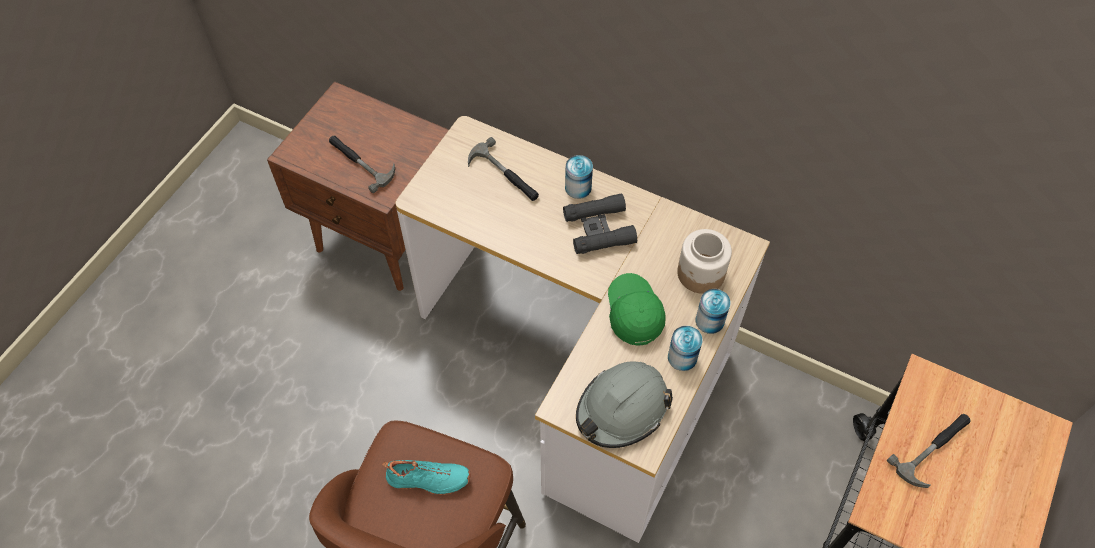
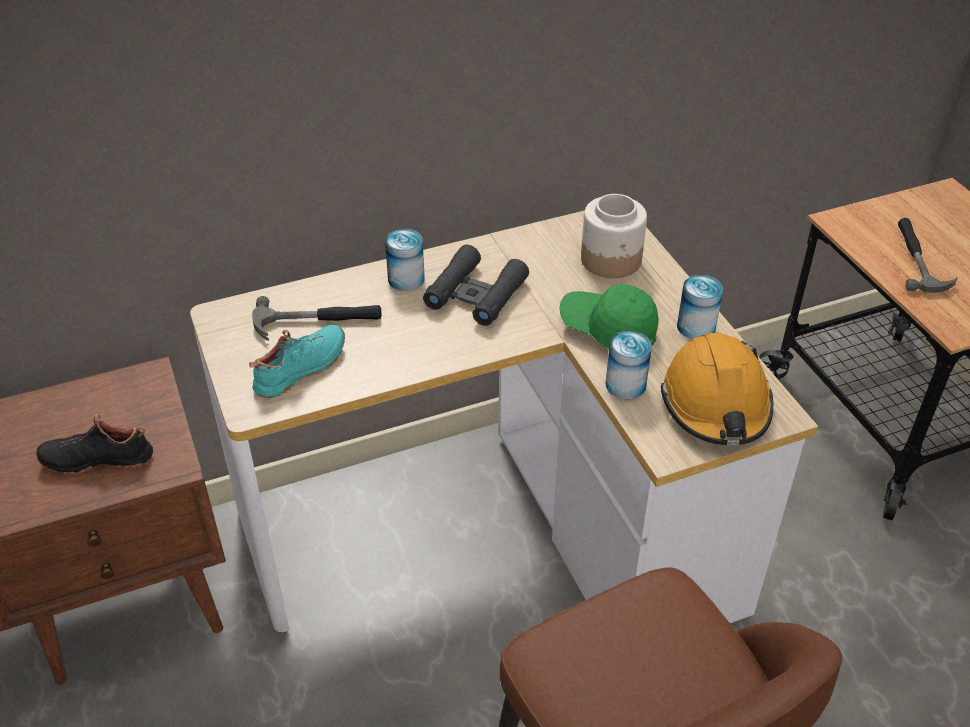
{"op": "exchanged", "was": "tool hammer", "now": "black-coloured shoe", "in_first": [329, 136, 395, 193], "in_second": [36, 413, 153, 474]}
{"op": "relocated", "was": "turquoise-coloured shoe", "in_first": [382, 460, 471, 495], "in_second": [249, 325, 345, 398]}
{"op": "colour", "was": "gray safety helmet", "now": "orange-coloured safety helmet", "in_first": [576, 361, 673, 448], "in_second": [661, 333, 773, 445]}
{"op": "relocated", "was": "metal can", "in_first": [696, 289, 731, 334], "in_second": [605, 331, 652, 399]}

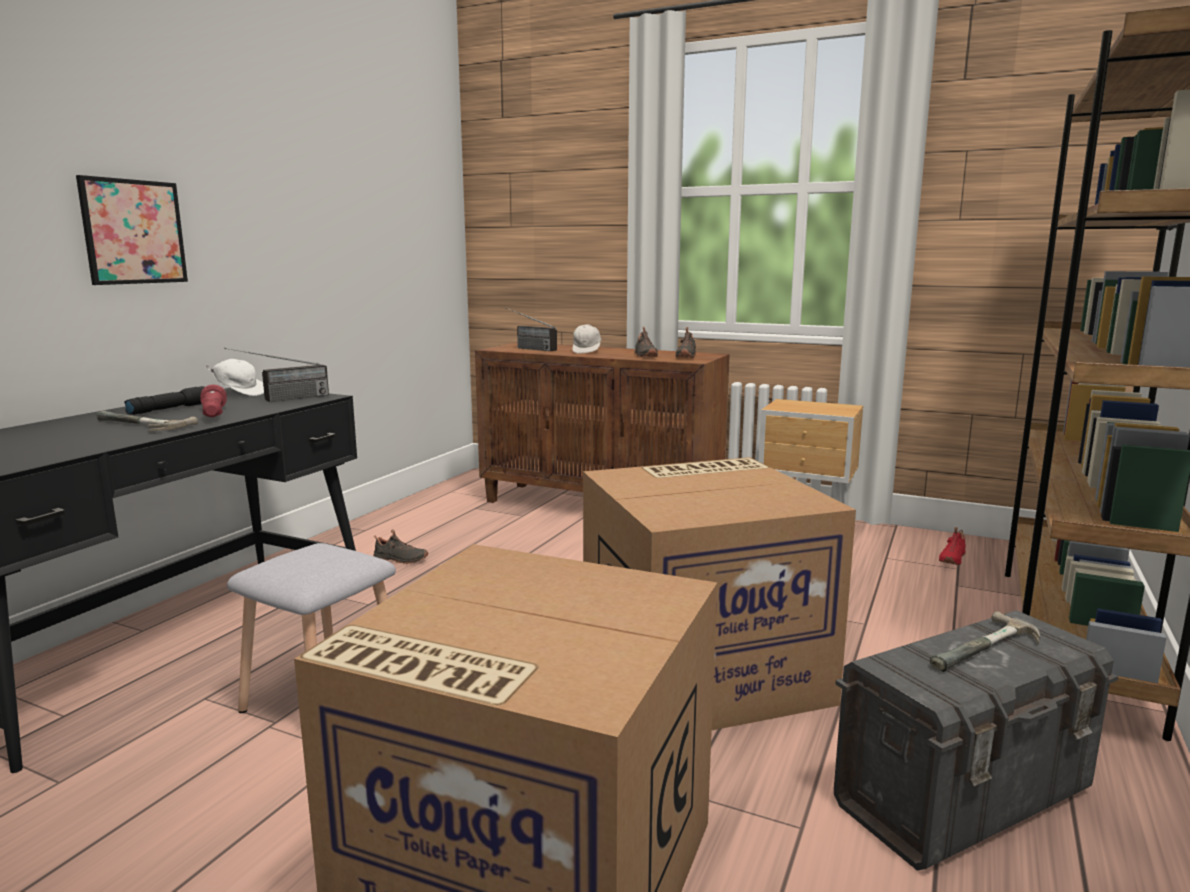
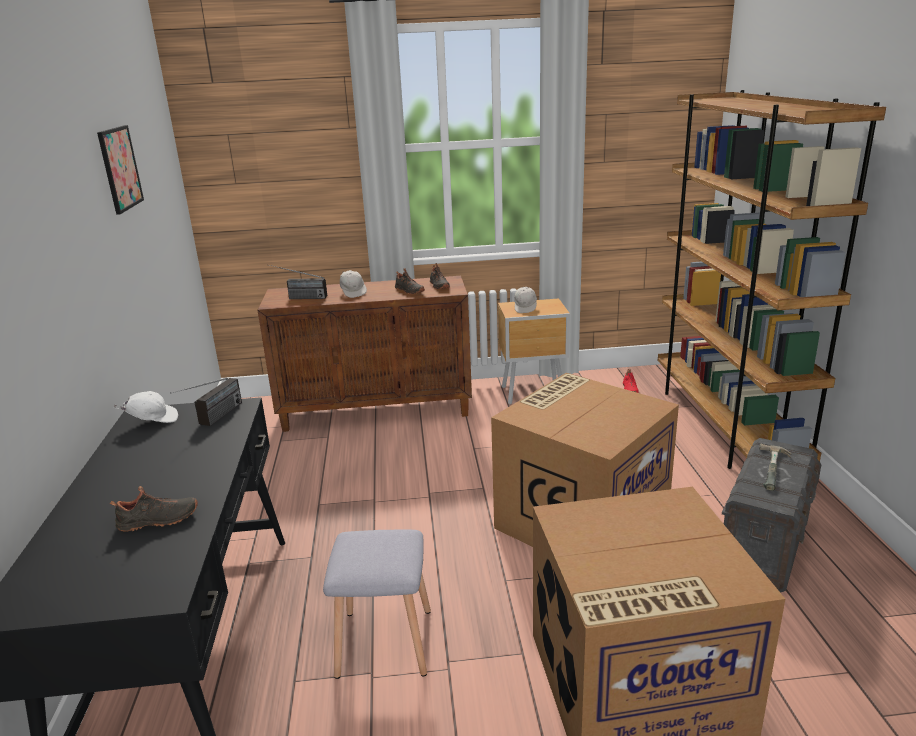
{"op": "relocated", "was": "wall picture", "in_first": [76, 175, 188, 285], "in_second": [97, 125, 144, 215]}
{"op": "missing", "was": "tool hammer", "in_first": [97, 410, 198, 431]}
{"op": "missing", "was": "black-coloured flashlight", "in_first": [124, 386, 205, 415]}
{"op": "missing", "was": "red flashlight", "in_first": [200, 384, 227, 417]}
{"op": "relocated", "was": "black-coloured shoe", "in_first": [373, 529, 428, 564], "in_second": [110, 486, 198, 532]}
{"op": "appeared", "now": "white cap", "in_second": [514, 286, 537, 313]}

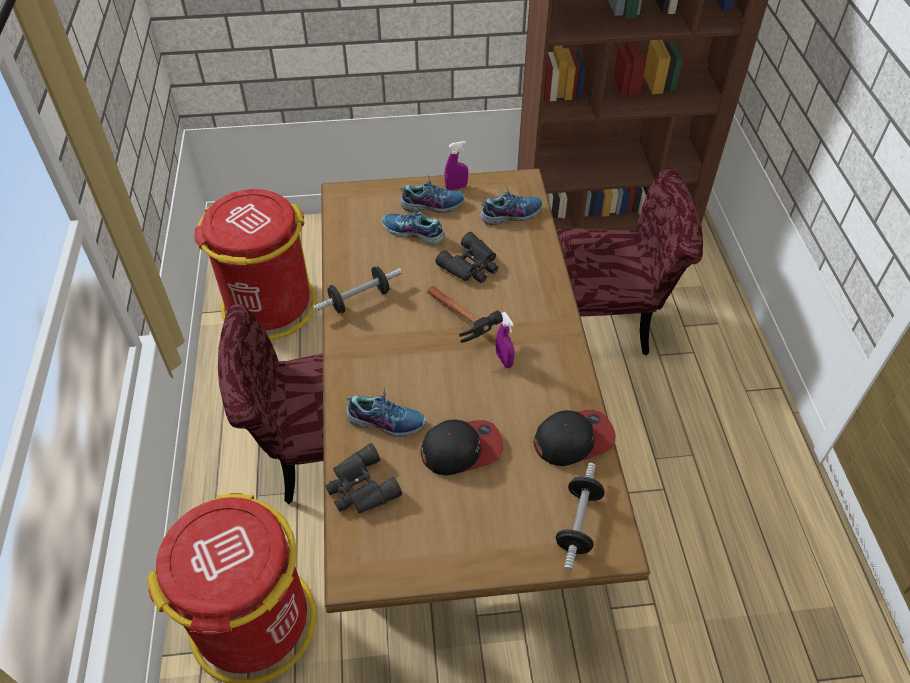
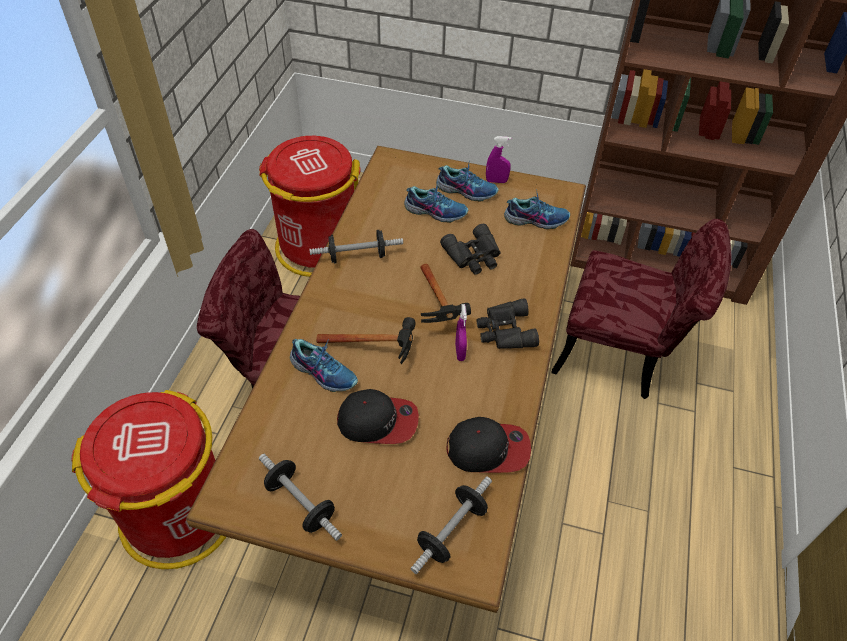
{"op": "relocated", "was": "black-coloured binoculars", "in_first": [325, 443, 402, 513], "in_second": [477, 298, 539, 349]}
{"op": "spun", "was": "shoe", "in_first": [382, 211, 445, 245], "in_second": [404, 181, 468, 223], "clockwise": 150}
{"op": "appeared", "now": "hand weight", "in_second": [259, 454, 342, 541]}
{"op": "appeared", "now": "tool hammer", "in_second": [316, 317, 416, 364]}

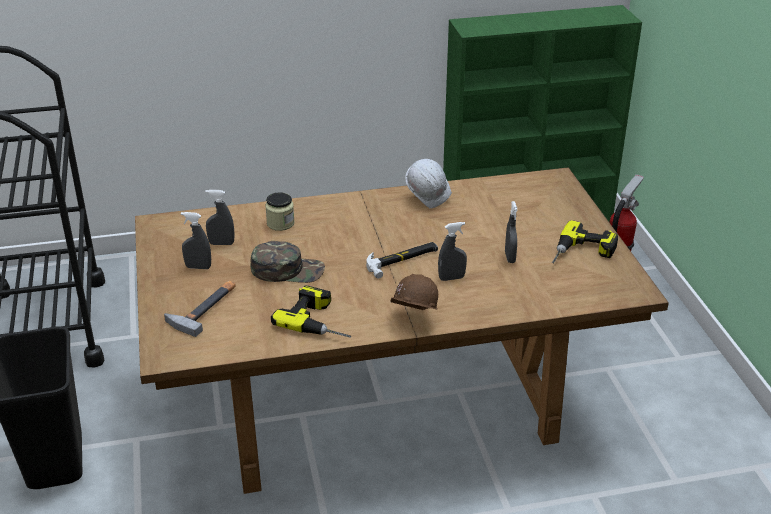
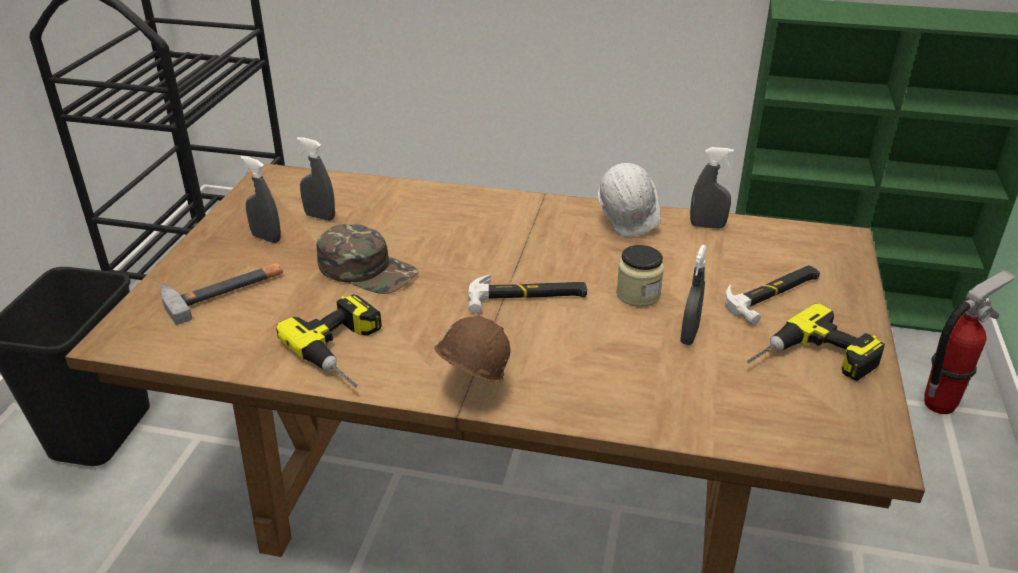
{"op": "relocated", "was": "storage jar", "in_first": [265, 192, 295, 231], "in_second": [616, 245, 664, 307]}
{"op": "relocated", "was": "gray hand sprayer", "in_first": [438, 222, 467, 281], "in_second": [690, 147, 734, 229]}
{"op": "appeared", "now": "tool hammer", "in_second": [725, 265, 820, 325]}

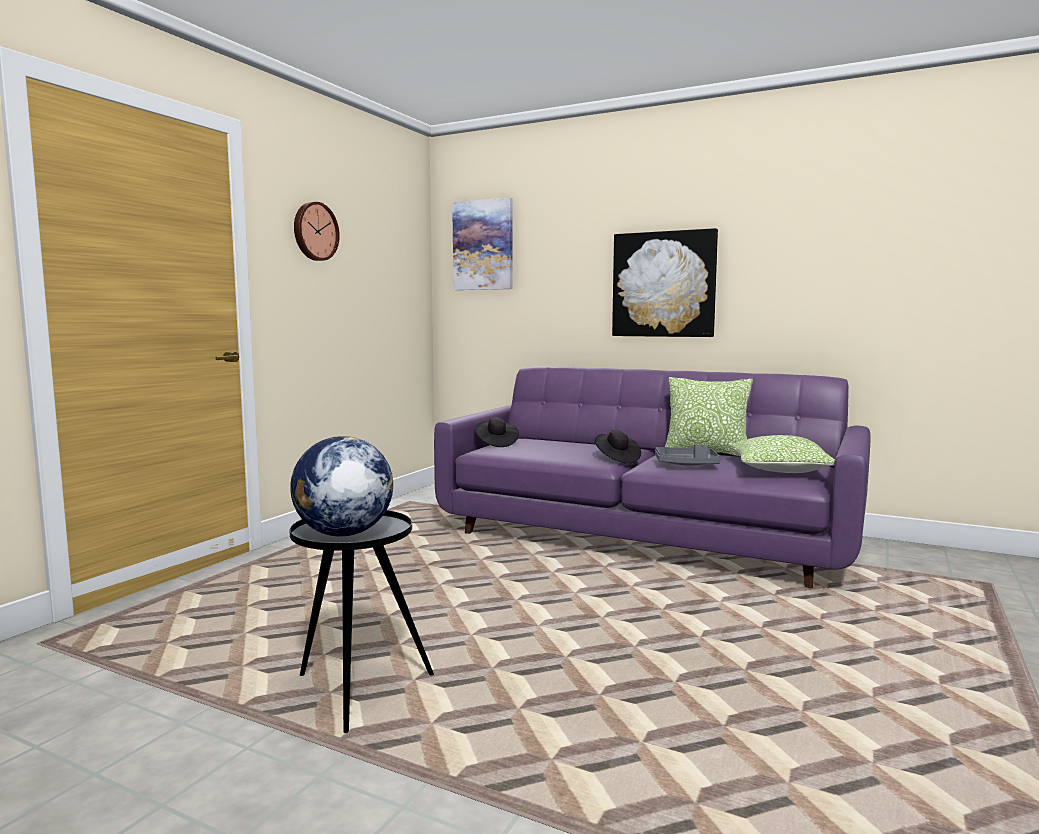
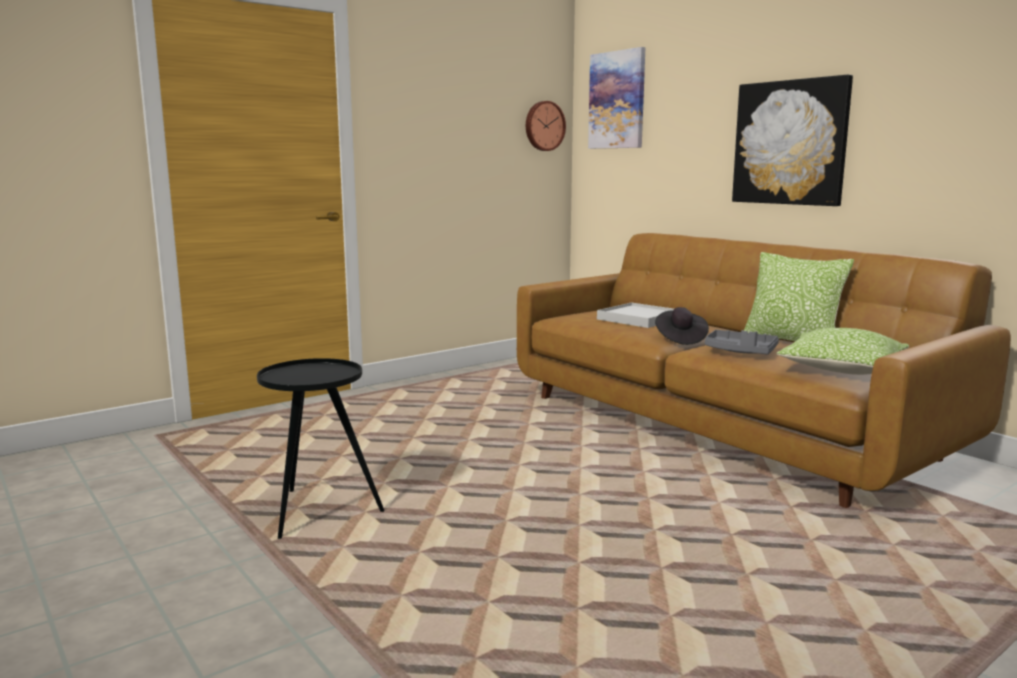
{"op": "missing", "was": "globe", "in_first": [290, 436, 393, 537]}
{"op": "relocated", "was": "wall clock", "in_first": [294, 202, 340, 261], "in_second": [526, 101, 566, 151]}
{"op": "colour", "was": "purple sofa", "now": "brownish sofa", "in_first": [434, 367, 871, 588], "in_second": [517, 233, 1011, 508]}
{"op": "missing", "was": "black-coloured clothing hat", "in_first": [475, 417, 519, 447]}
{"op": "appeared", "now": "white carrying tray", "in_second": [597, 302, 674, 328]}

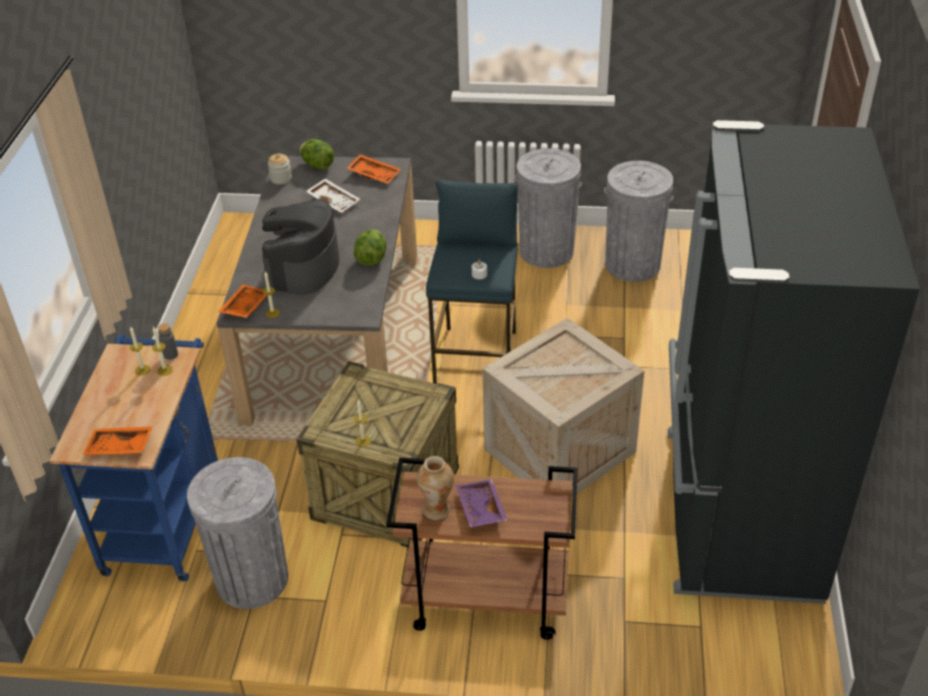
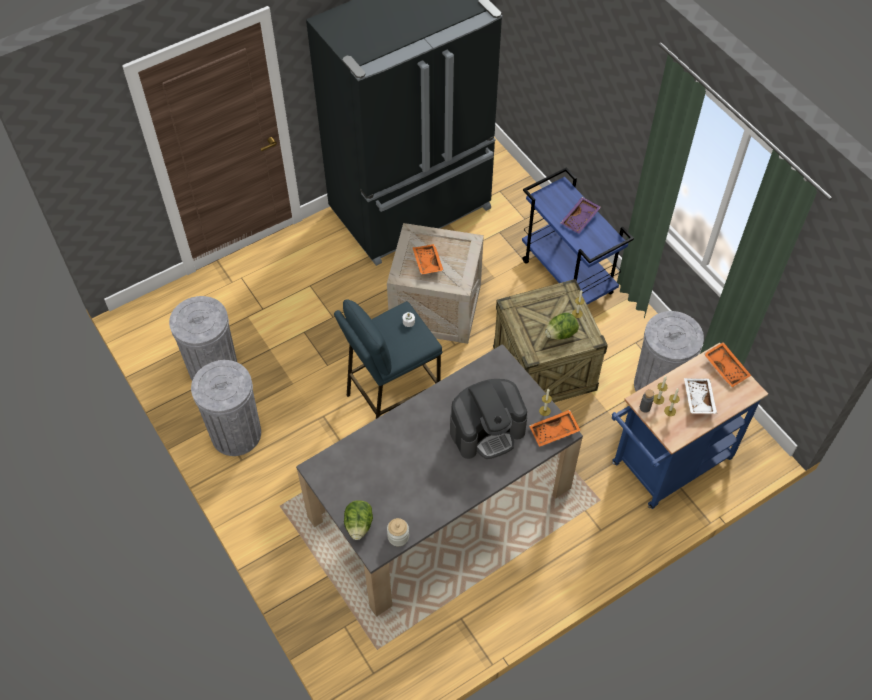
{"op": "relocated", "was": "white carrying tray", "in_first": [306, 178, 360, 213], "in_second": [684, 378, 717, 414]}
{"op": "relocated", "was": "orange-coloured carrying tray", "in_first": [347, 154, 401, 184], "in_second": [412, 244, 444, 275]}
{"op": "relocated", "was": "head of lettuce", "in_first": [354, 230, 387, 266], "in_second": [545, 313, 579, 340]}
{"op": "colour", "was": "brownish trolley", "now": "bluish trolley", "in_first": [386, 458, 578, 640], "in_second": [522, 167, 634, 305]}
{"op": "missing", "was": "vase", "in_first": [417, 456, 454, 520]}

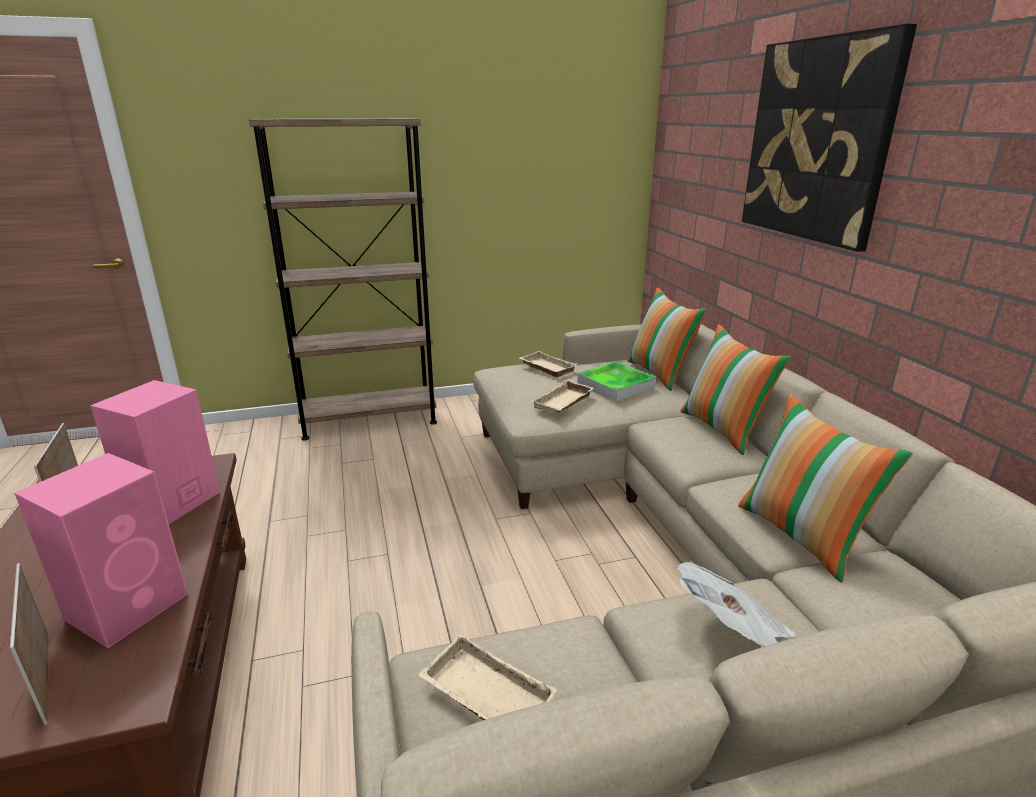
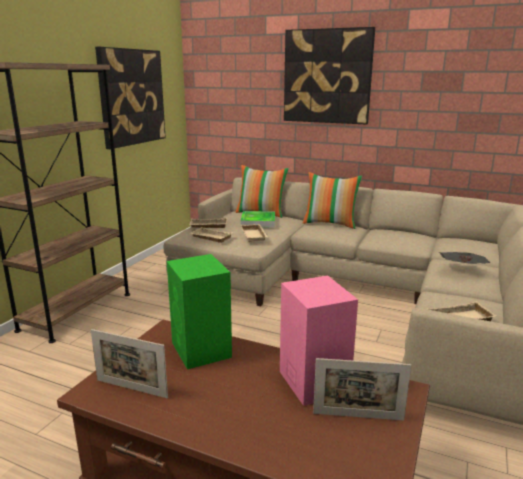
{"op": "colour", "was": "pinkish loudspeaker", "now": "greenish loudspeaker", "in_first": [90, 380, 220, 524], "in_second": [167, 254, 232, 369]}
{"op": "missing", "was": "throw pillow", "in_first": [738, 394, 913, 582]}
{"op": "appeared", "now": "wall picture", "in_second": [95, 47, 166, 149]}
{"op": "appeared", "now": "beige carrying tray", "in_second": [190, 227, 233, 243]}

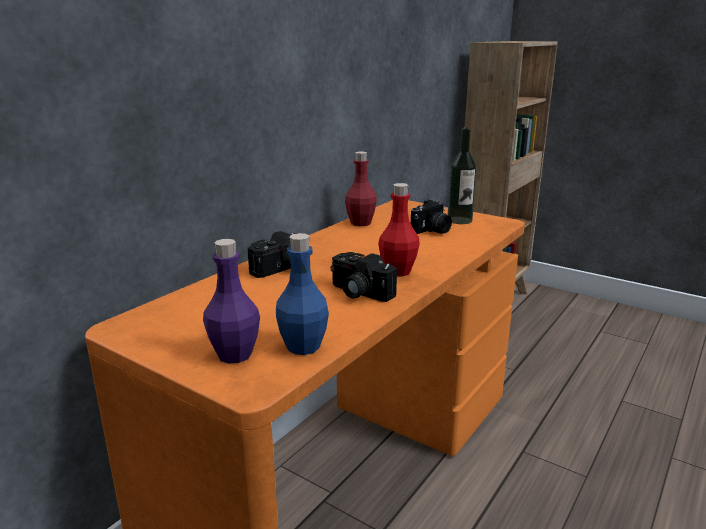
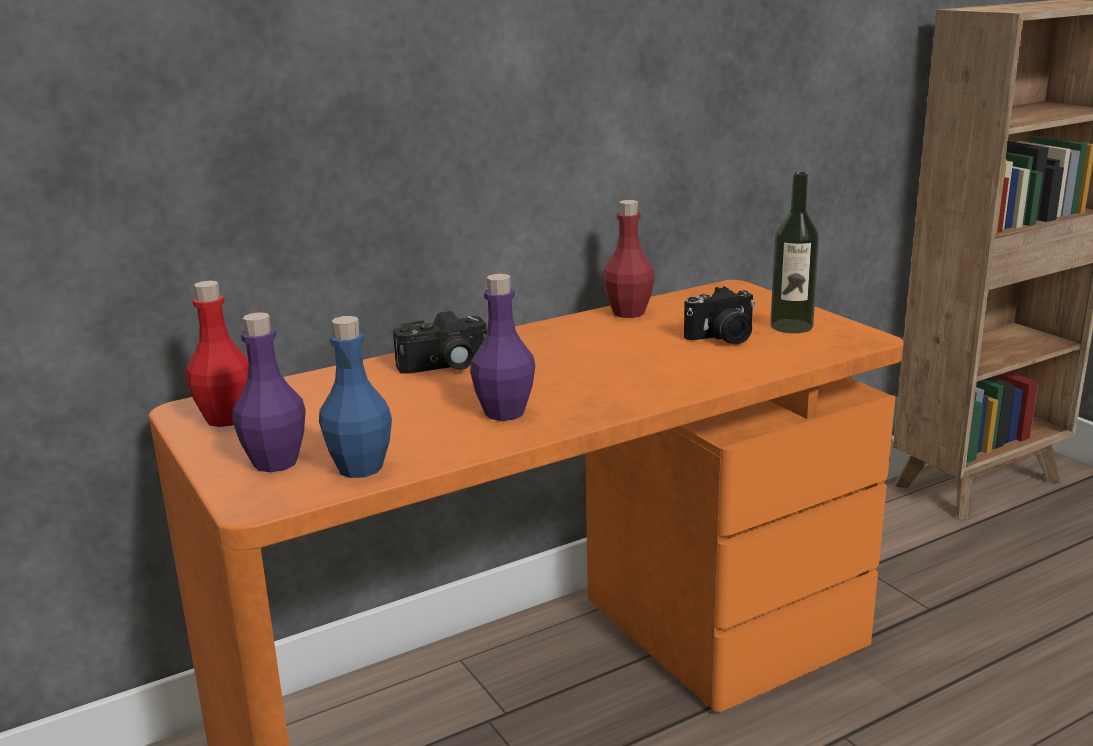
{"op": "exchanged", "was": "photo camera", "now": "purple bottle", "in_first": [330, 252, 397, 302], "in_second": [470, 274, 535, 421]}
{"op": "relocated", "was": "red bottle", "in_first": [378, 183, 420, 276], "in_second": [186, 281, 248, 427]}

